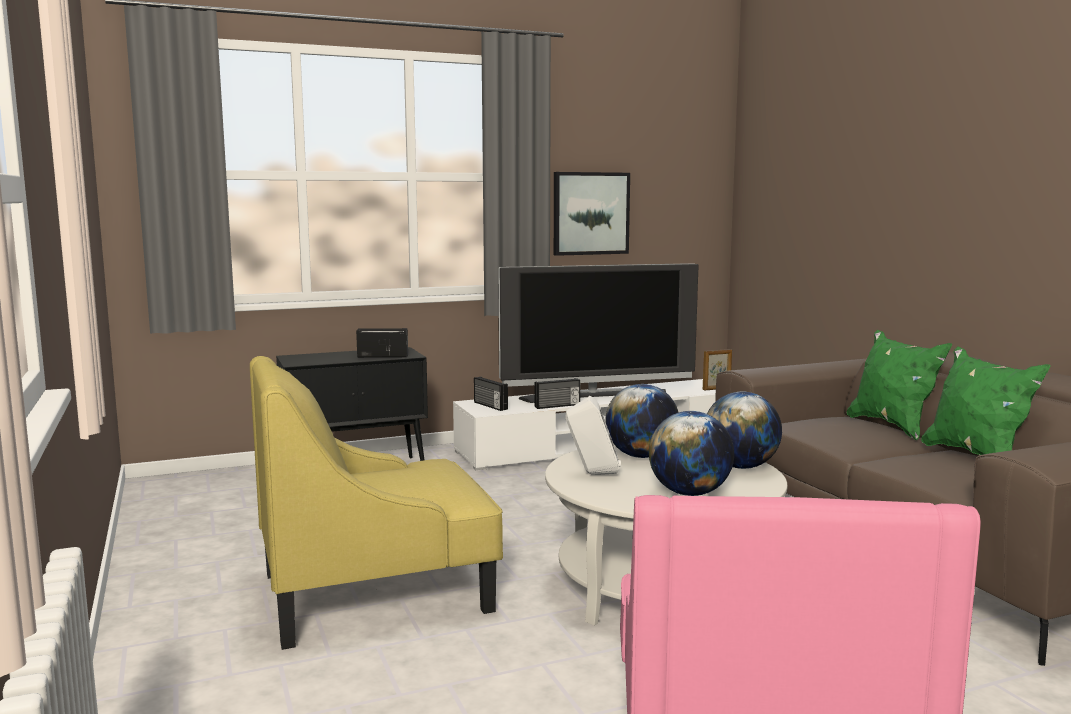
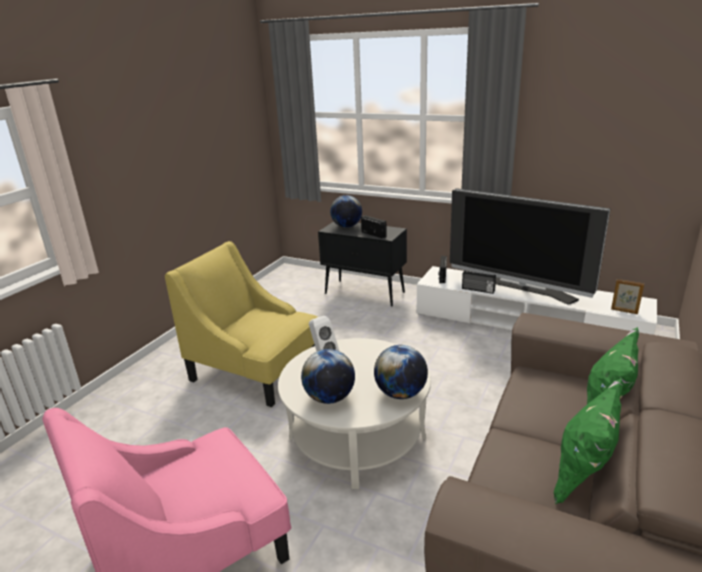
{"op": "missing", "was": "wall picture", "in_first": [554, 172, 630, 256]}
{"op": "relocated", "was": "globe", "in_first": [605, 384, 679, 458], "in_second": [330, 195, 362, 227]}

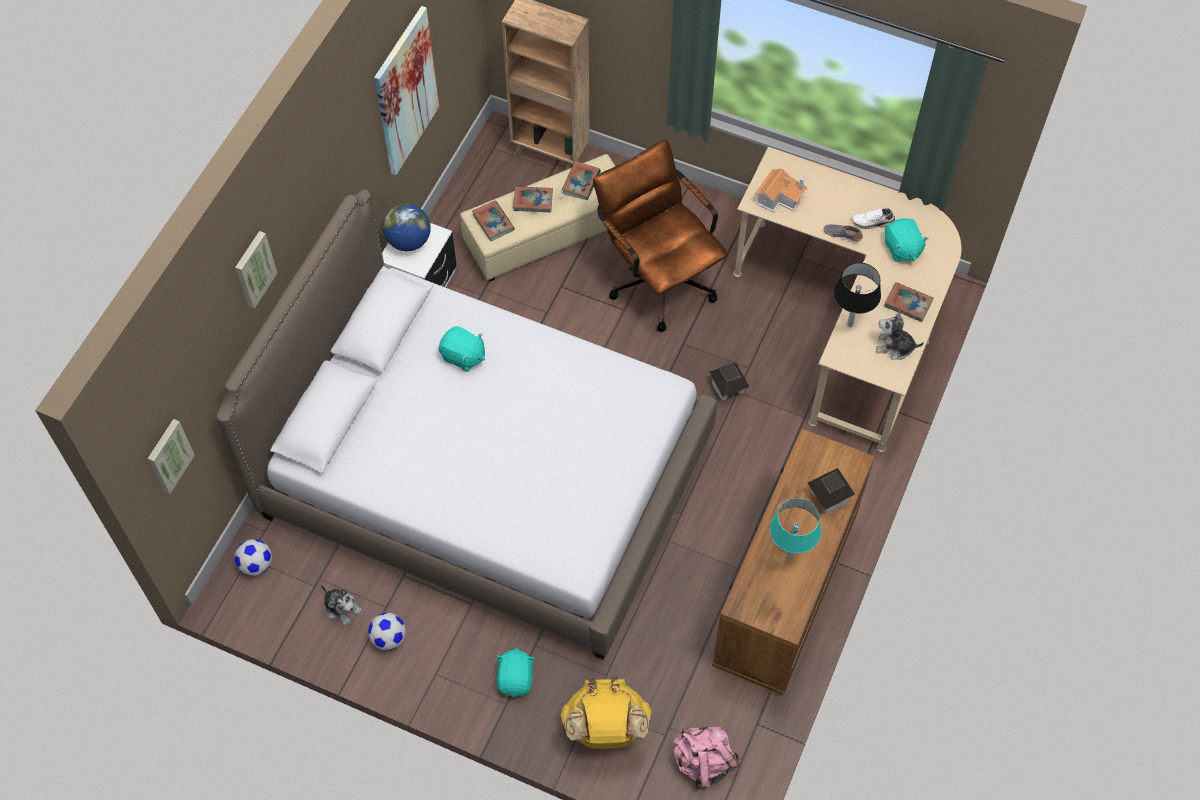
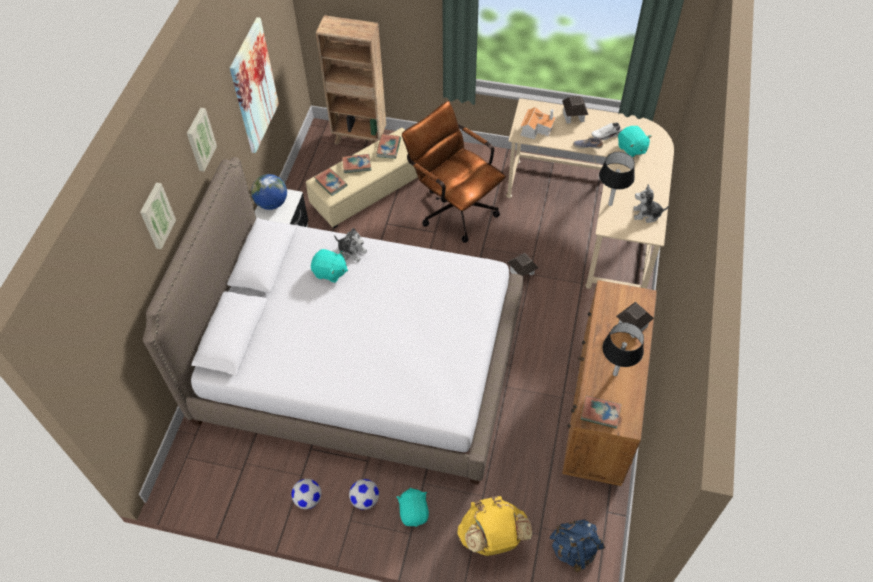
{"op": "relocated", "was": "wall picture", "in_first": [148, 419, 195, 494], "in_second": [187, 108, 217, 172]}
{"op": "relocated", "was": "football", "in_first": [234, 539, 272, 576], "in_second": [349, 479, 379, 510]}
{"op": "relocated", "was": "soft toy", "in_first": [321, 585, 362, 626], "in_second": [334, 228, 367, 262]}
{"op": "colour", "was": "pinkish backpack", "now": "bluish backpack", "in_first": [673, 726, 740, 789], "in_second": [550, 519, 605, 573]}
{"op": "colour", "was": "turquoise-coloured table lamp", "now": "black-coloured table lamp", "in_first": [770, 498, 821, 559], "in_second": [602, 323, 644, 376]}
{"op": "relocated", "was": "book", "in_first": [884, 282, 933, 322], "in_second": [581, 396, 622, 429]}
{"op": "appeared", "now": "miniature house", "in_second": [562, 96, 588, 124]}

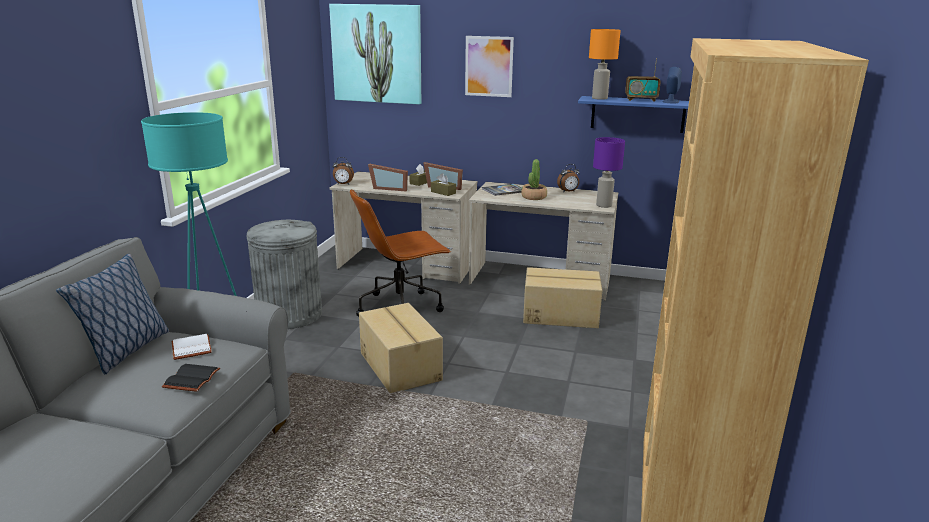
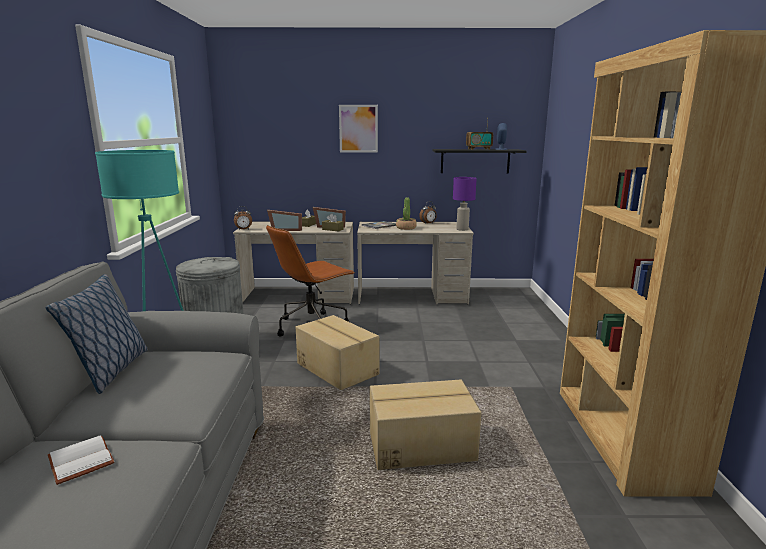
{"op": "missing", "was": "black-coloured book", "in_first": [162, 364, 220, 392]}
{"op": "relocated", "was": "white book", "in_first": [172, 334, 212, 360], "in_second": [48, 435, 114, 485]}
{"op": "missing", "was": "wall picture", "in_first": [329, 4, 421, 104]}
{"op": "relocated", "was": "packing box", "in_first": [523, 267, 602, 328], "in_second": [370, 380, 481, 470]}
{"op": "colour", "was": "bluish bracket shelf", "now": "black-coloured bracket shelf", "in_first": [578, 96, 689, 133], "in_second": [433, 149, 526, 174]}
{"op": "missing", "was": "orange-coloured table lamp", "in_first": [589, 29, 621, 100]}

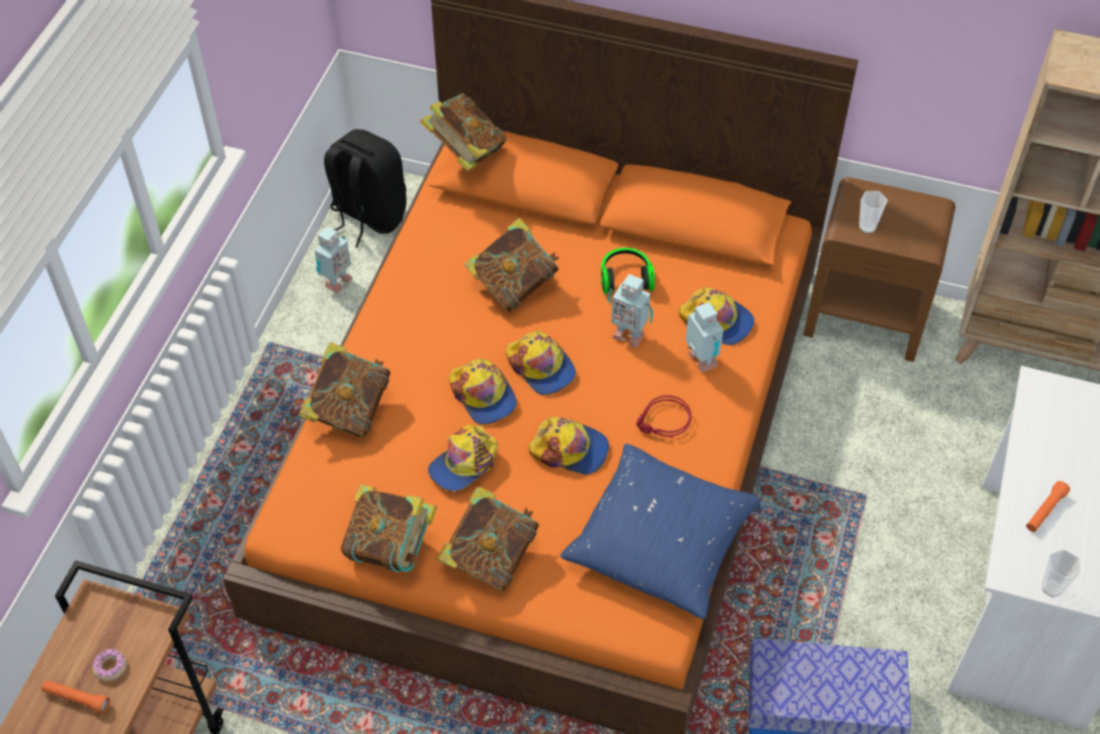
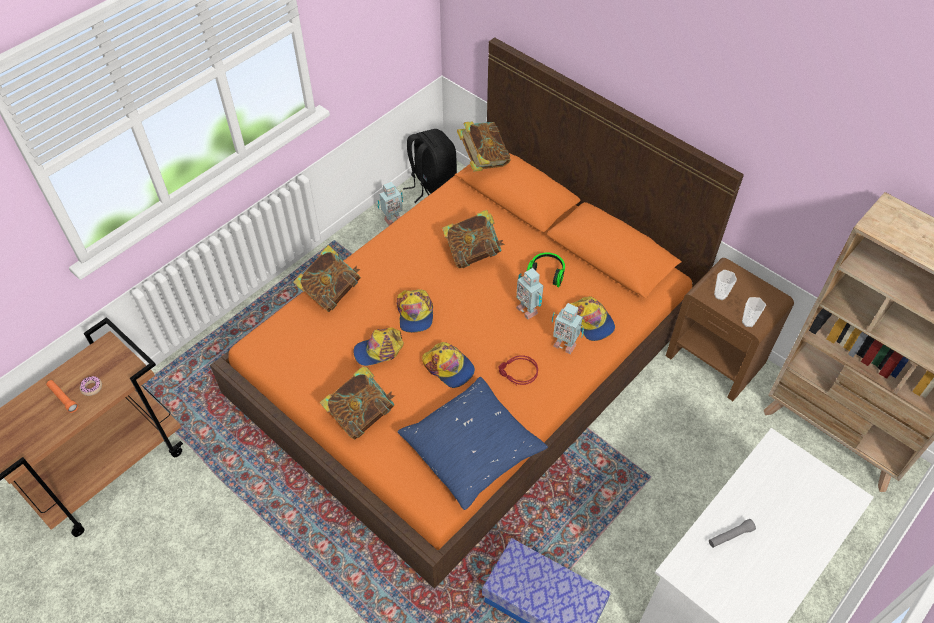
{"op": "missing", "was": "book", "in_first": [341, 484, 437, 572]}
{"op": "missing", "was": "cap", "in_first": [506, 331, 576, 395]}
{"op": "spun", "was": "robot figure", "in_first": [686, 302, 723, 373], "in_second": [552, 303, 584, 354], "clockwise": 120}
{"op": "colour", "was": "orange-coloured flashlight", "now": "gray flashlight", "in_first": [1026, 481, 1070, 532], "in_second": [709, 519, 756, 548]}
{"op": "relocated", "was": "small cup", "in_first": [1042, 549, 1081, 597], "in_second": [742, 297, 766, 327]}

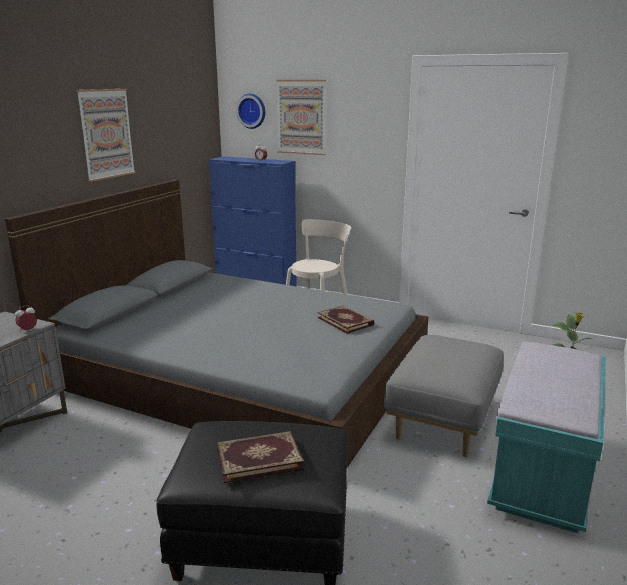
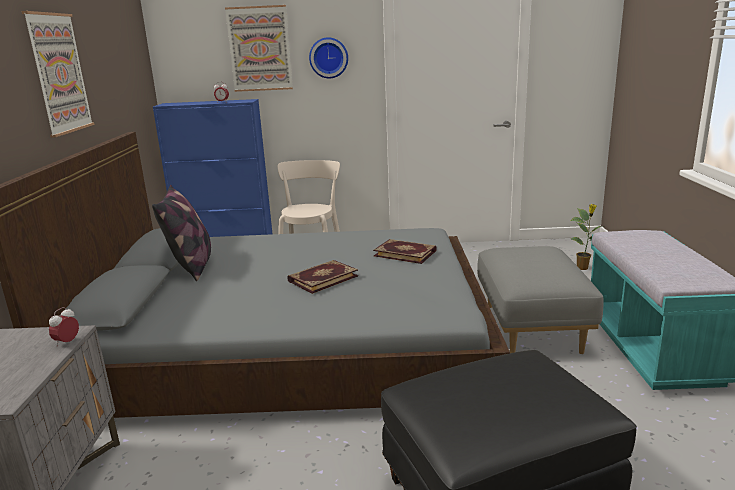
{"op": "relocated", "was": "book", "in_first": [217, 431, 304, 483], "in_second": [287, 260, 358, 294]}
{"op": "relocated", "was": "wall clock", "in_first": [236, 94, 265, 129], "in_second": [309, 37, 348, 79]}
{"op": "appeared", "now": "throw pillow", "in_second": [152, 185, 211, 281]}

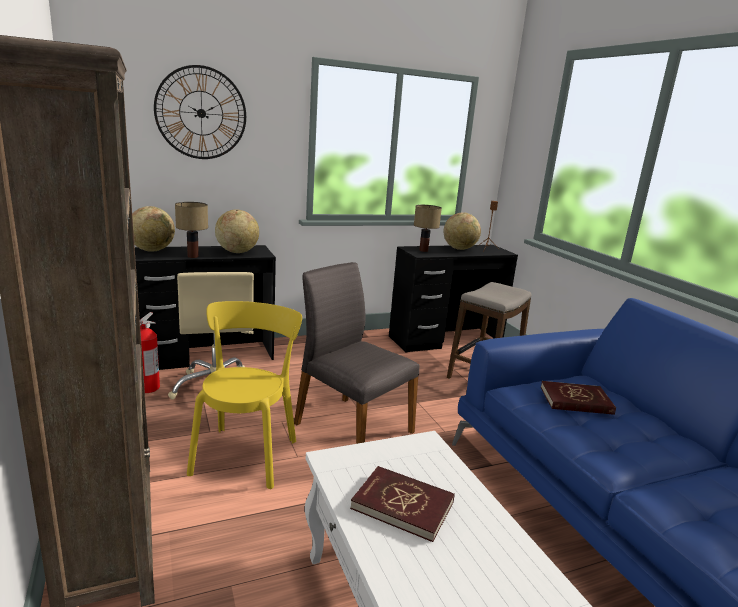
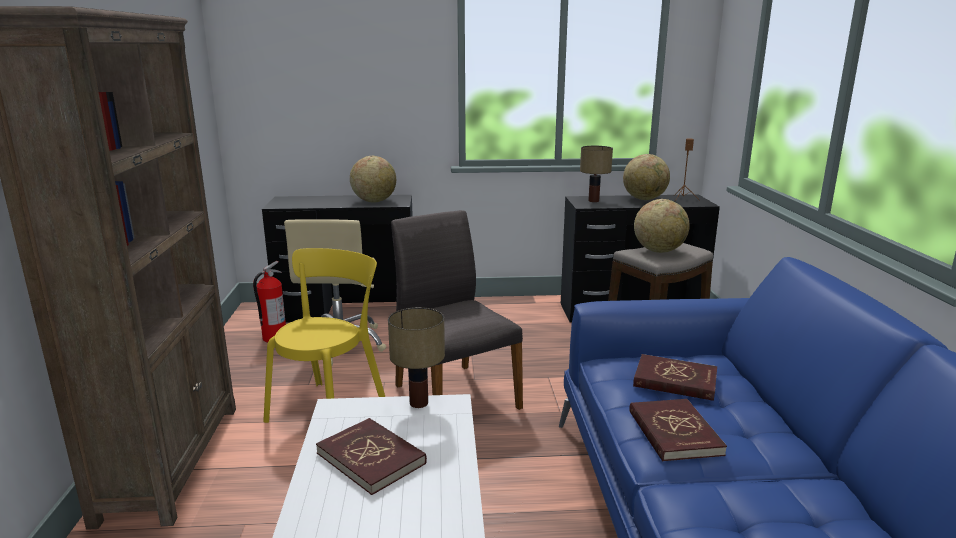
{"op": "relocated", "was": "globe", "in_first": [132, 206, 175, 252], "in_second": [634, 199, 690, 253]}
{"op": "missing", "was": "wall clock", "in_first": [154, 65, 246, 159]}
{"op": "relocated", "was": "table lamp", "in_first": [175, 202, 208, 258], "in_second": [388, 307, 445, 408]}
{"op": "appeared", "now": "red book", "in_second": [629, 399, 727, 461]}

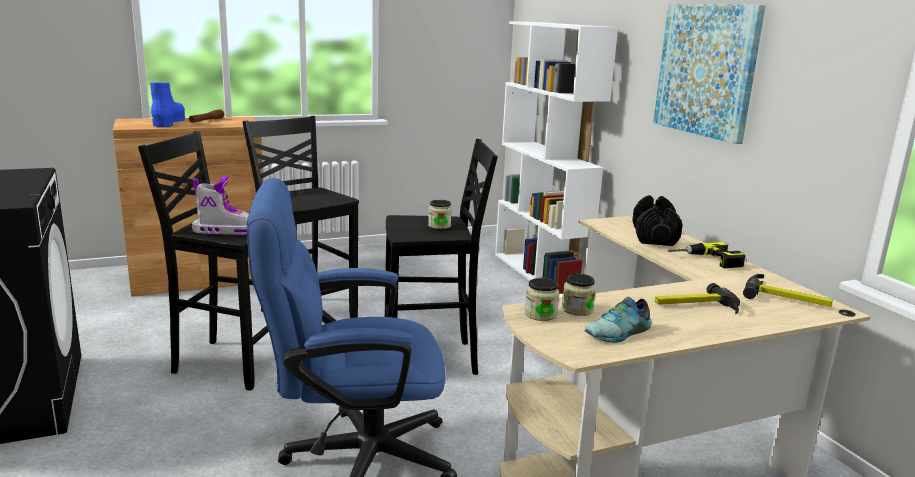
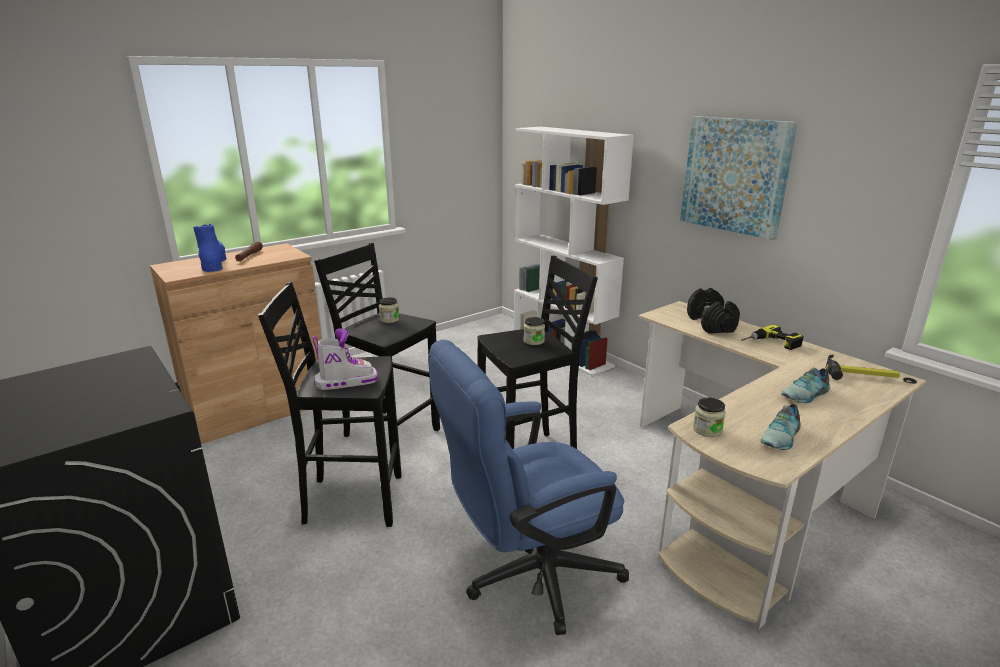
{"op": "relocated", "was": "storage jar", "in_first": [562, 274, 596, 316], "in_second": [379, 297, 399, 323]}
{"op": "exchanged", "was": "tool hammer", "now": "shoe", "in_first": [655, 283, 740, 315], "in_second": [781, 367, 830, 403]}

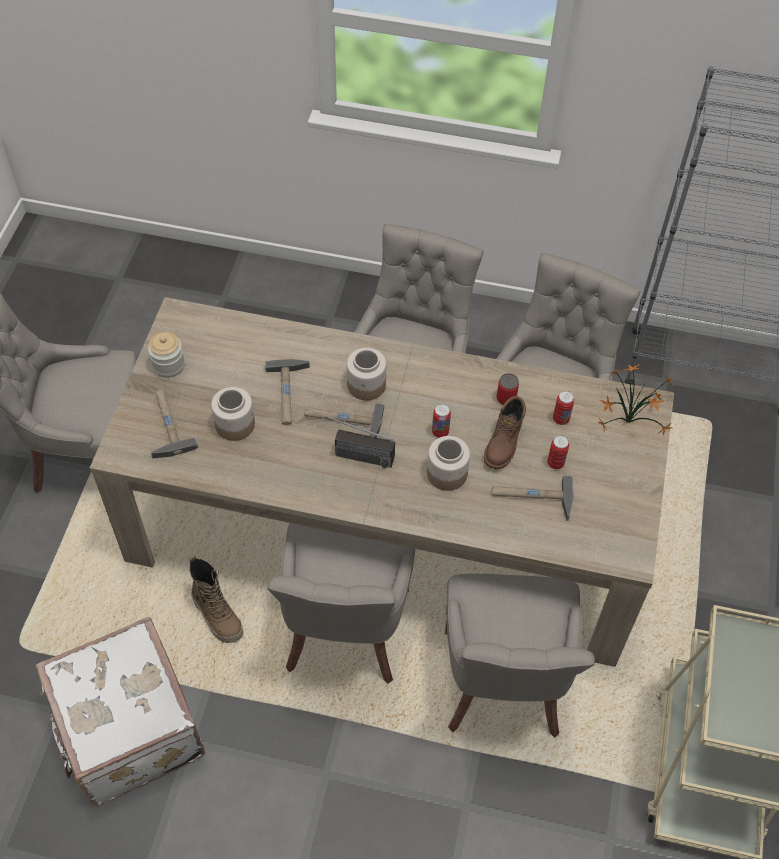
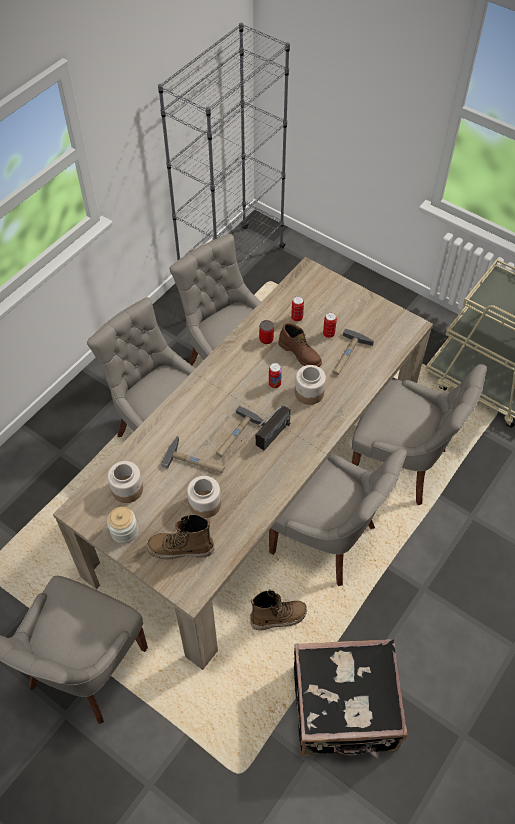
{"op": "colour", "was": "white suitcase", "now": "black-coloured suitcase", "in_first": [36, 616, 205, 806], "in_second": [294, 639, 408, 759]}
{"op": "exchanged", "was": "tool hammer", "now": "tall boot", "in_first": [151, 390, 198, 459], "in_second": [147, 514, 214, 560]}
{"op": "relocated", "was": "storage jar", "in_first": [347, 348, 386, 401], "in_second": [108, 461, 143, 503]}
{"op": "missing", "was": "houseplant", "in_first": [598, 363, 677, 436]}

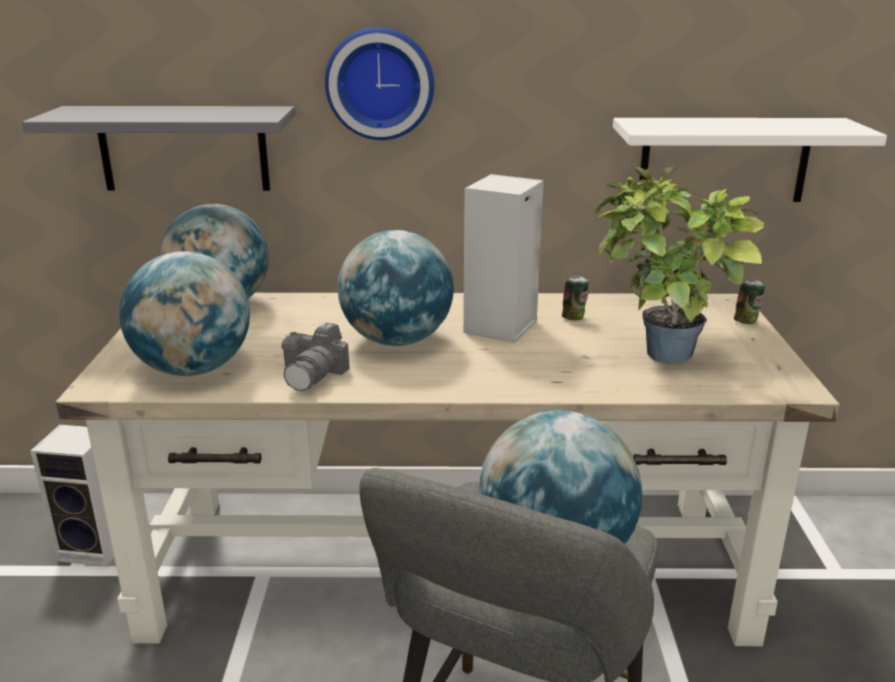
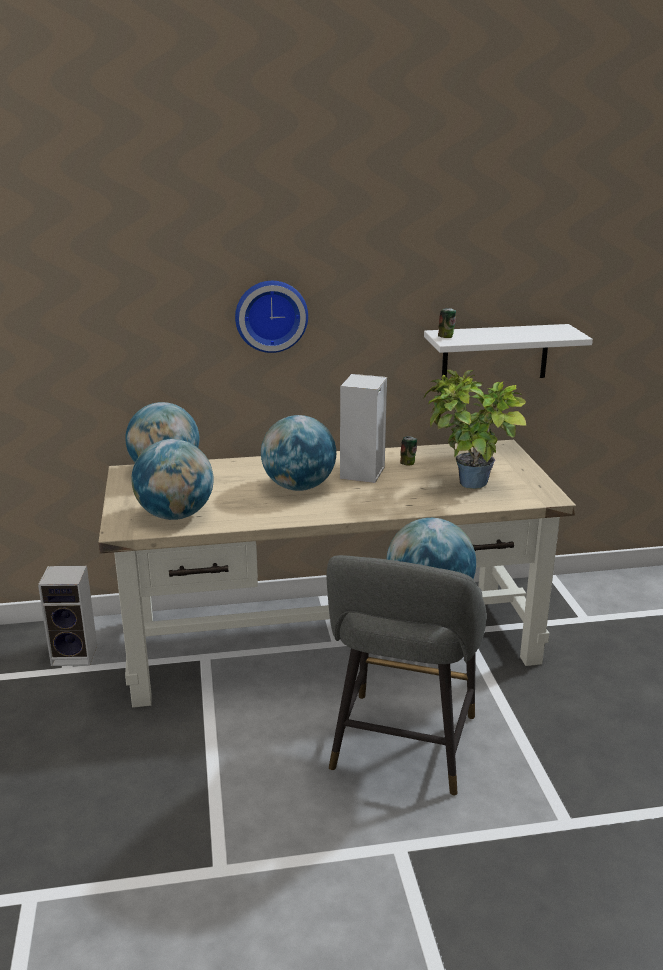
{"op": "missing", "was": "gray bracket shelf", "in_first": [22, 106, 295, 191]}
{"op": "missing", "was": "photo camera", "in_first": [281, 323, 350, 391]}
{"op": "relocated", "was": "metal can", "in_first": [734, 279, 766, 324], "in_second": [438, 308, 456, 338]}

